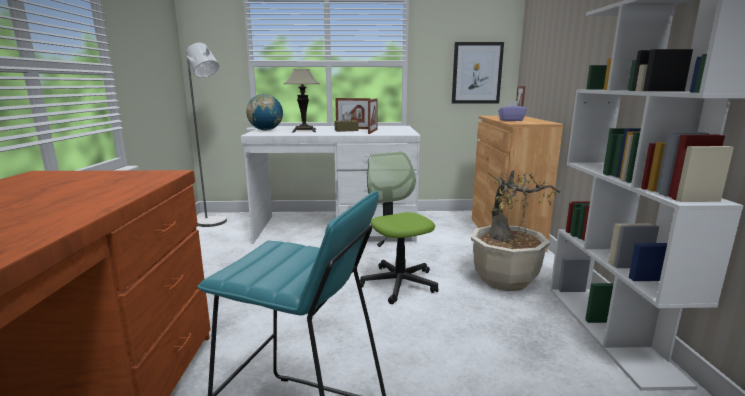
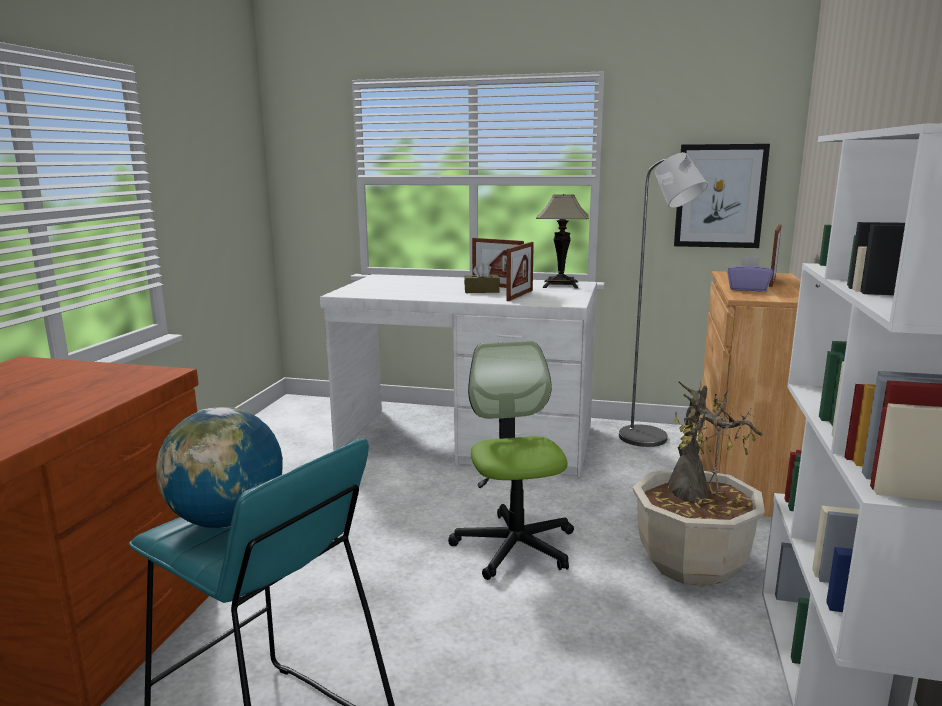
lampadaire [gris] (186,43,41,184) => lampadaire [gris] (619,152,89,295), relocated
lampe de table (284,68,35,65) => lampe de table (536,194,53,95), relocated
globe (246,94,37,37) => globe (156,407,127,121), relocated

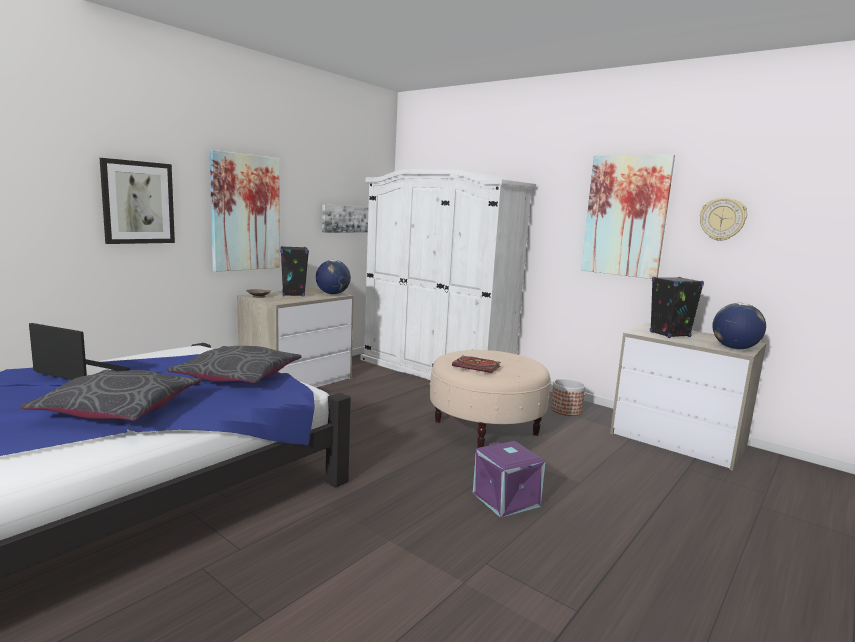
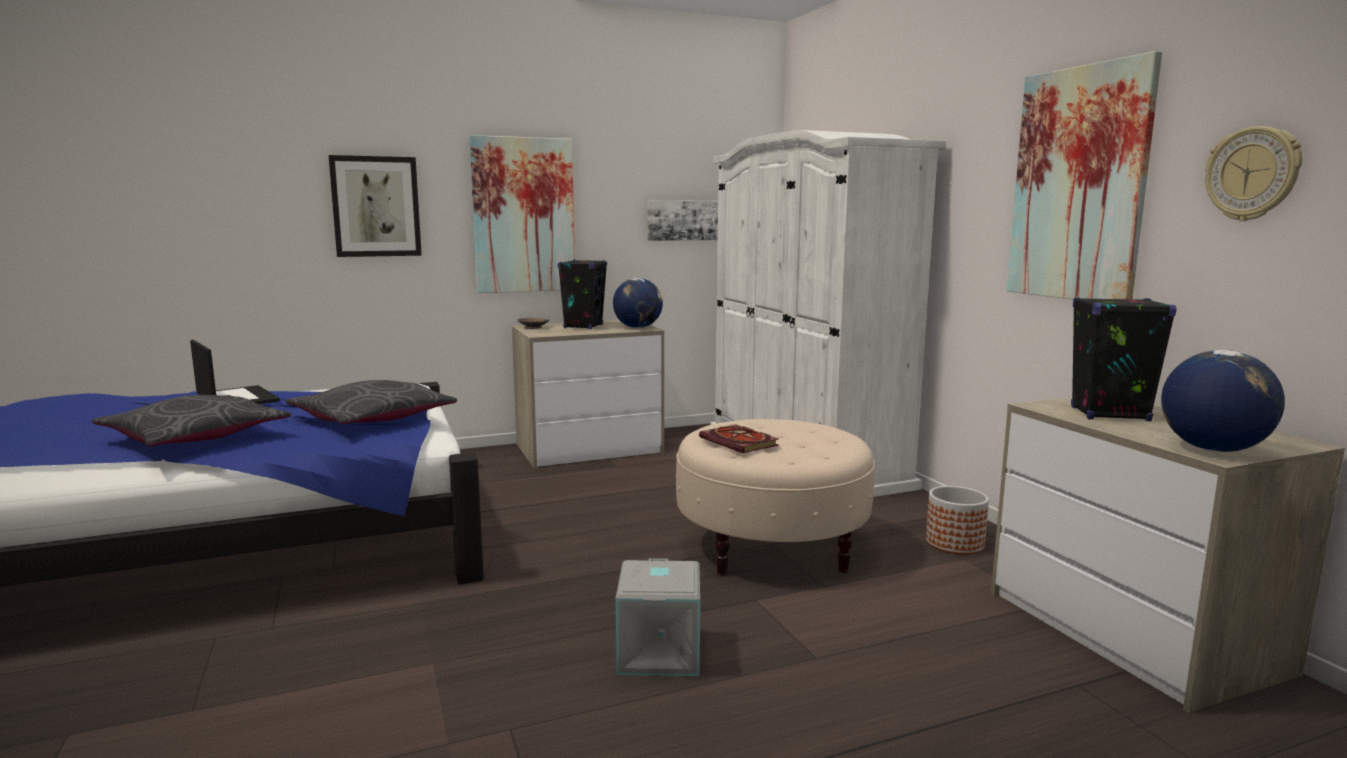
boîte de rangement [violet] (473,441,72,77) => boîte de rangement [gris] (615,558,85,118)

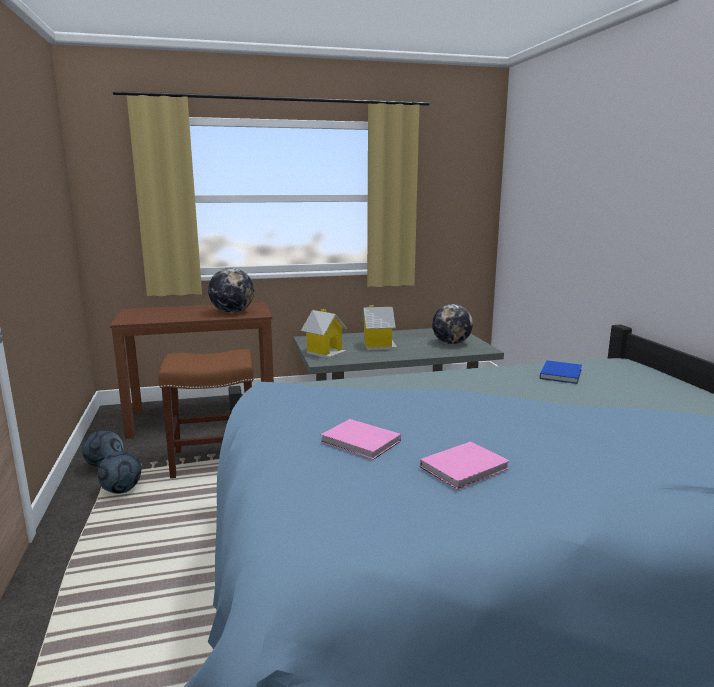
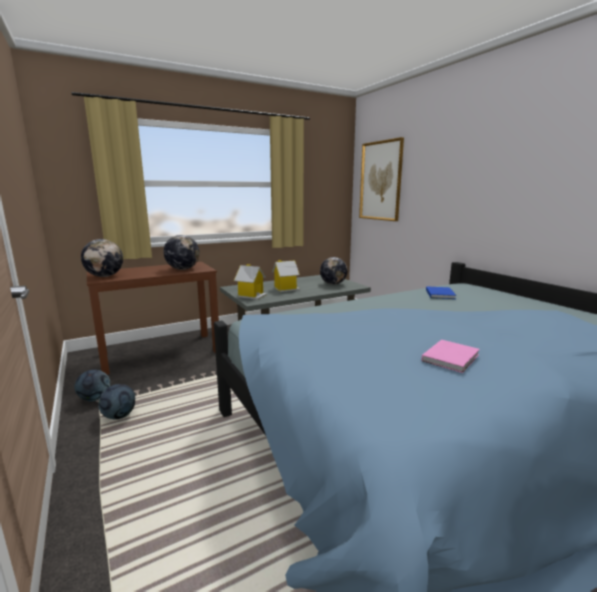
tabouret [marron] (158,349,96,129) => nothing
livre [rose] (321,419,80,41) => nothing
nothing => tableau (359,137,45,84)
nothing => globe (81,239,42,38)

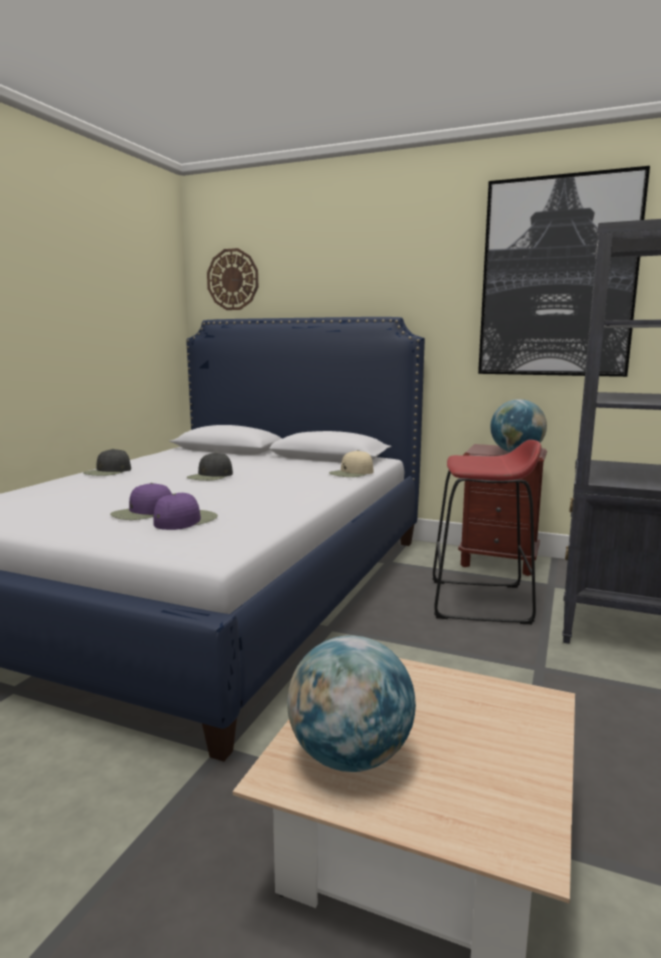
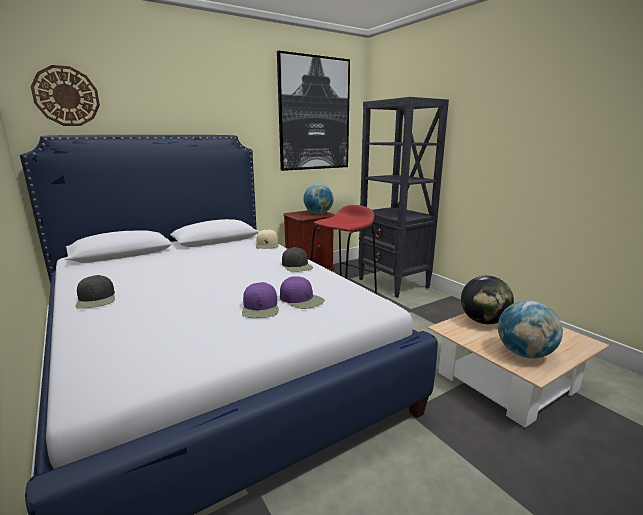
casquette [noir] (187,452,46,29) => casquette [noir] (282,247,31,25), relocated
casquette [violet] (154,493,64,37) => casquette [violet] (280,276,45,33), 150 degrees clockwise
nothing => globe (461,276,53,48)

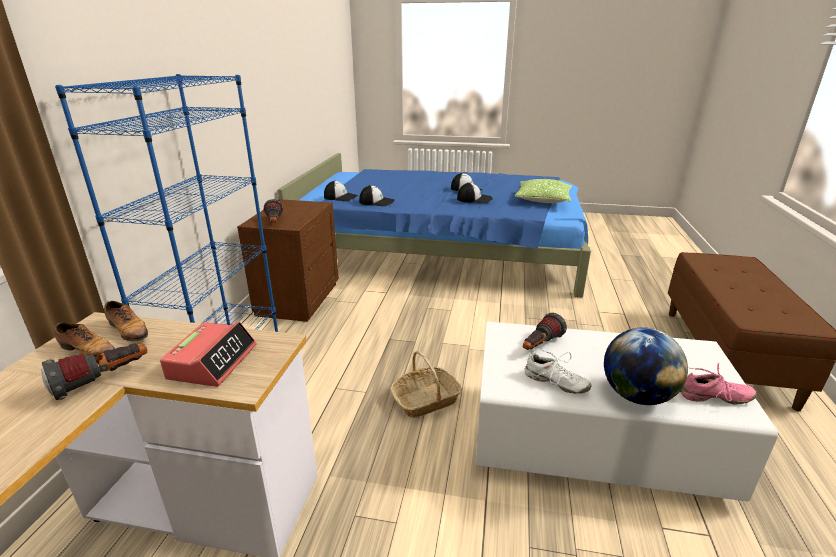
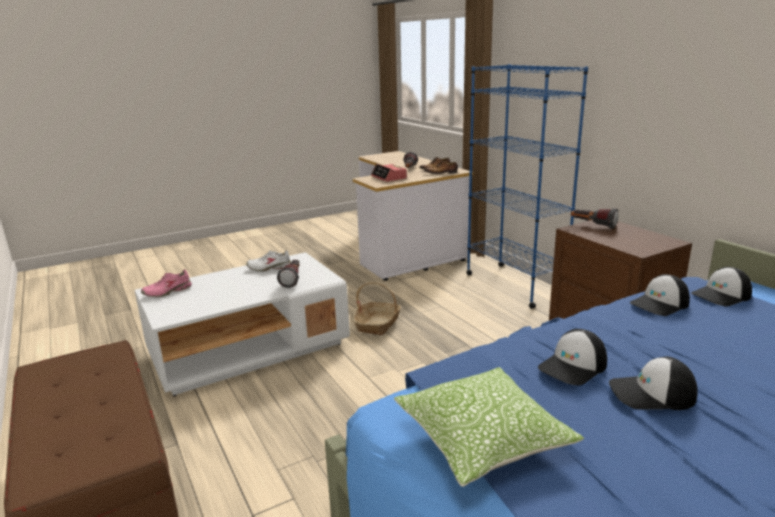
globe (604,328,84,77) => nothing

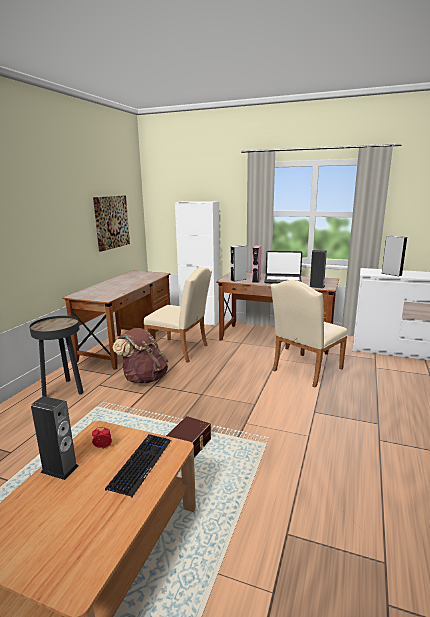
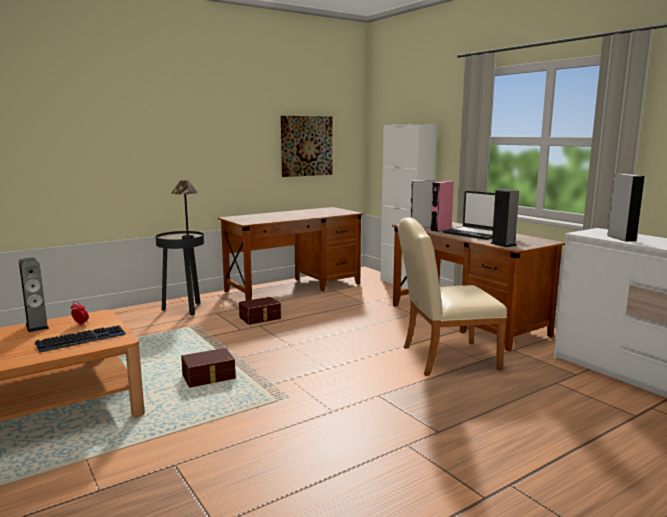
chaise [beige] (144,267,68,96) => nothing
sac à dos [marron] (113,328,55,55) => boîte de rangement [marron] (239,297,42,28)
nothing => lampe de table (171,180,28,59)

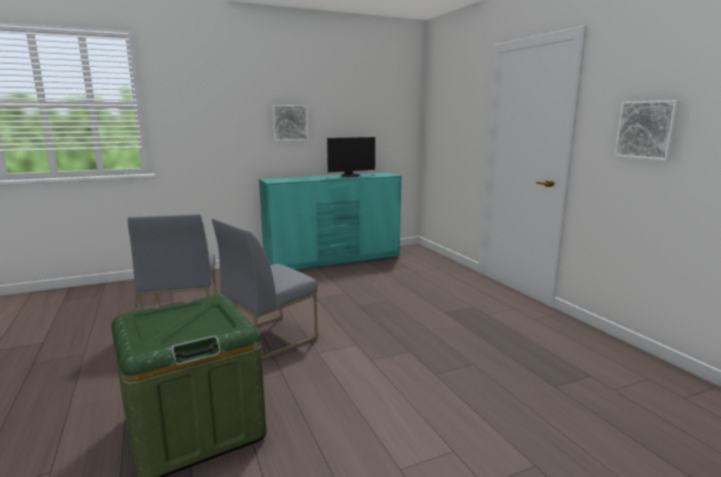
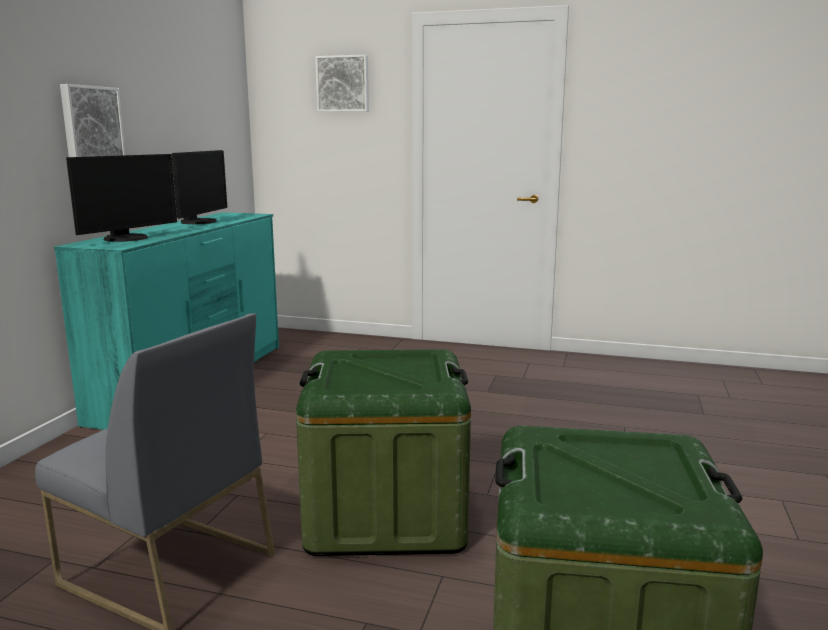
tableau (614,100,67,61) => tableau (315,55,54,57), relocated
chaise [gris] (212,218,106,142) => boîte de rangement [vert] (296,349,175,207)
nothing => écran d'ordinateur (66,154,111,88)

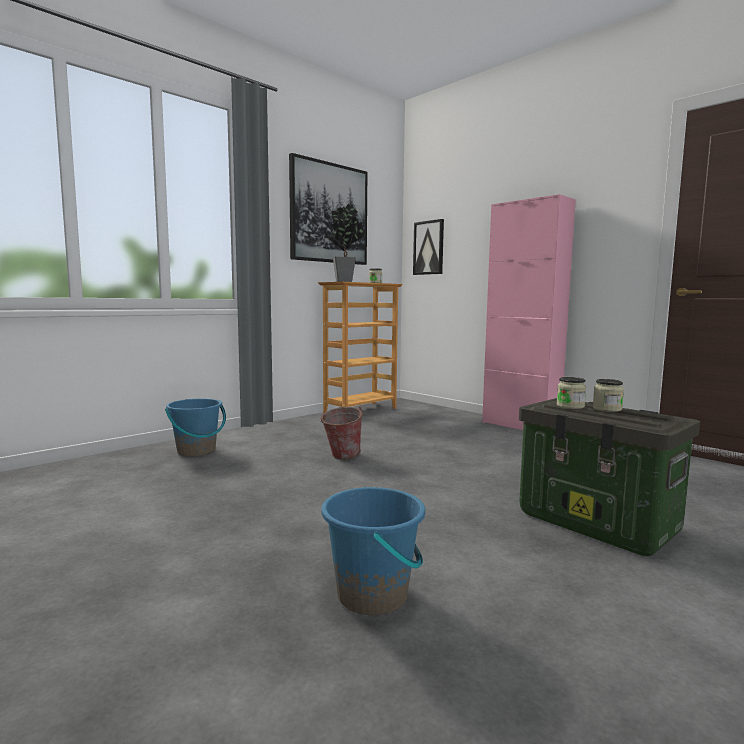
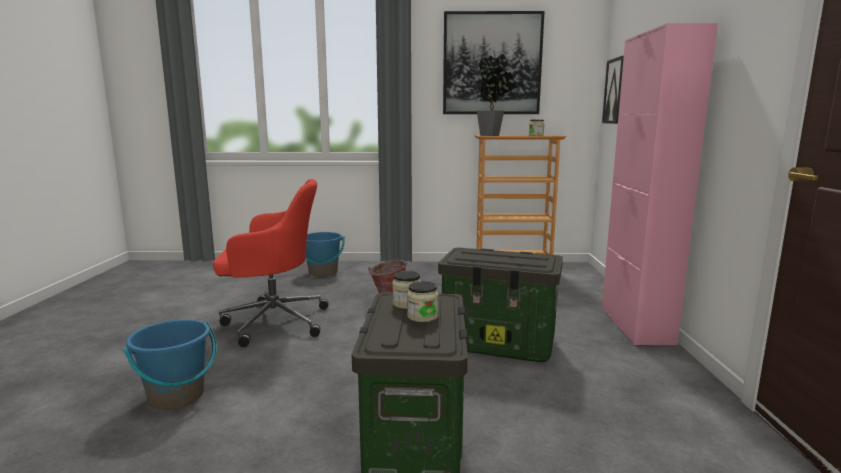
nothing => chaise de bureau [rouge] (213,179,115,168)
nothing => boîte de rangement (438,248,125,114)

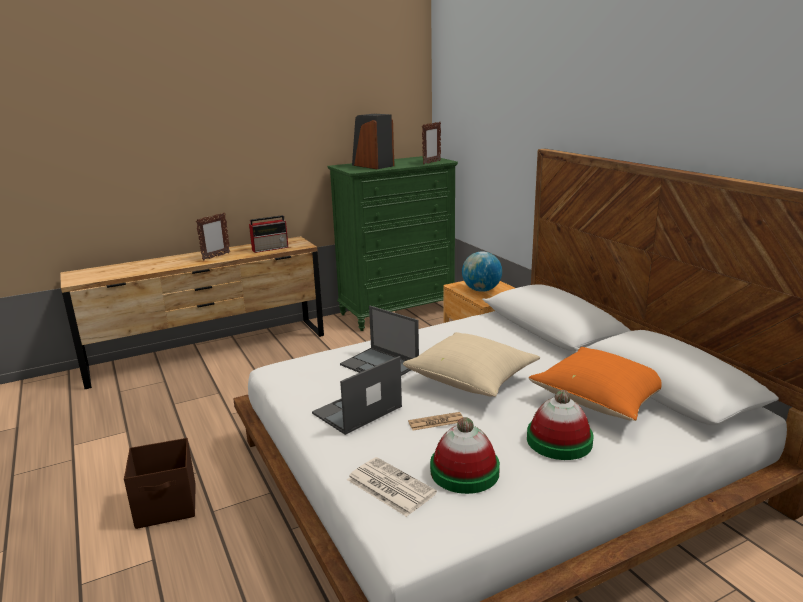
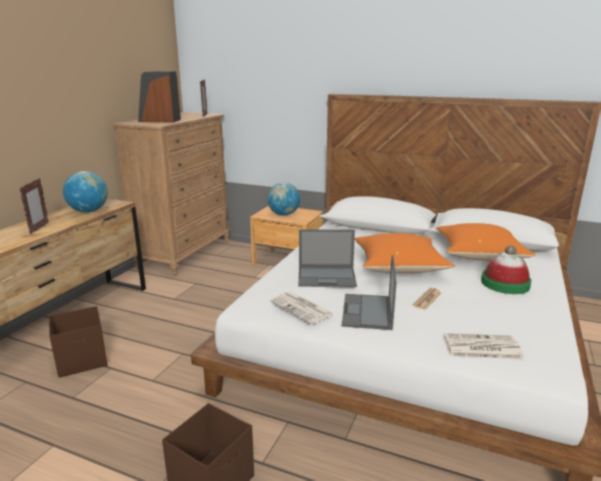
commode [vert] (328,156,130,175) => commode [marron] (113,112,116,164)
radio (249,215,39,38) => globe (63,171,45,41)
coussin [beige] (403,332,137,65) => coussin [orange] (355,233,100,41)
chapeau (430,417,70,77) => nothing
nothing => journal (270,291,63,33)
nothing => boîte de rangement [marron] (49,306,59,72)

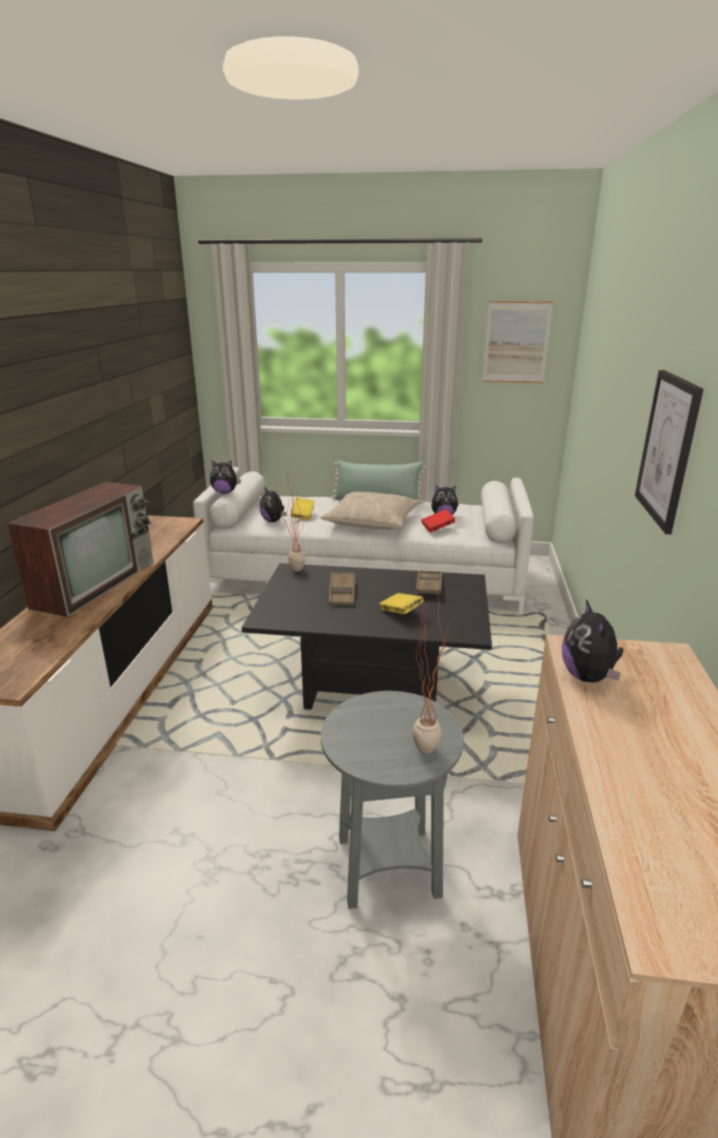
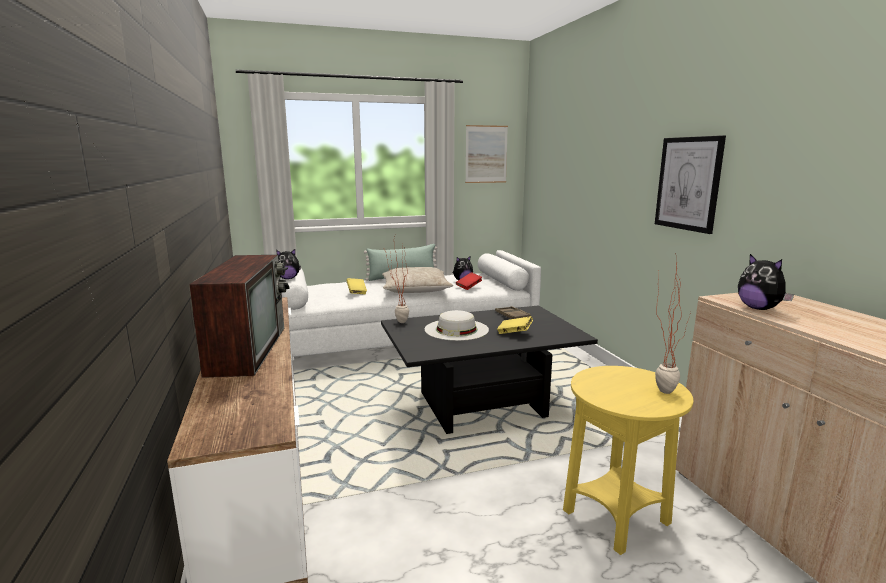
peluche (260,488,27,34) => nothing
plateau [marron] (328,572,27,34) => chapeau [blanc] (425,310,64,31)
table d'appoint [gris] (321,691,143,218) => table d'appoint [jaune] (563,366,131,189)

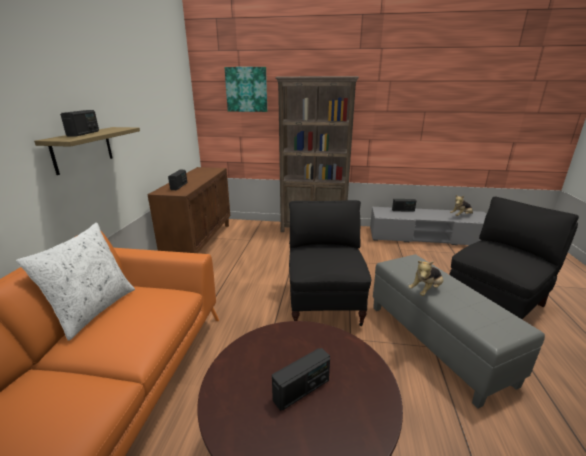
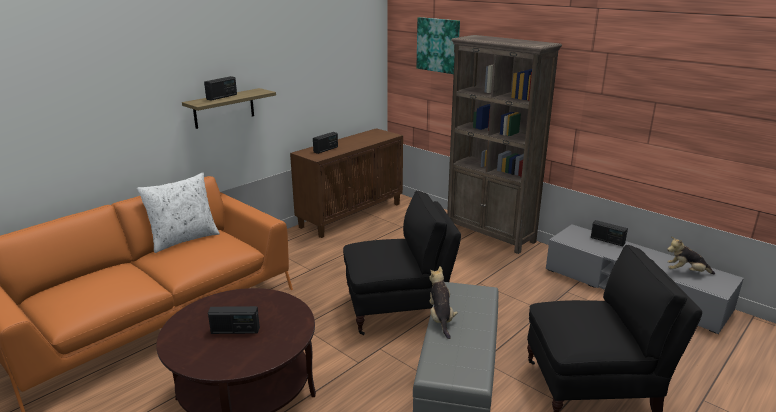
fauteuil [noir] (289,200,82,126) => fauteuil [noir] (343,191,118,144), 45 degrees clockwise
peluche (408,261,35,35) => peluche (429,266,29,73), 90 degrees clockwise

